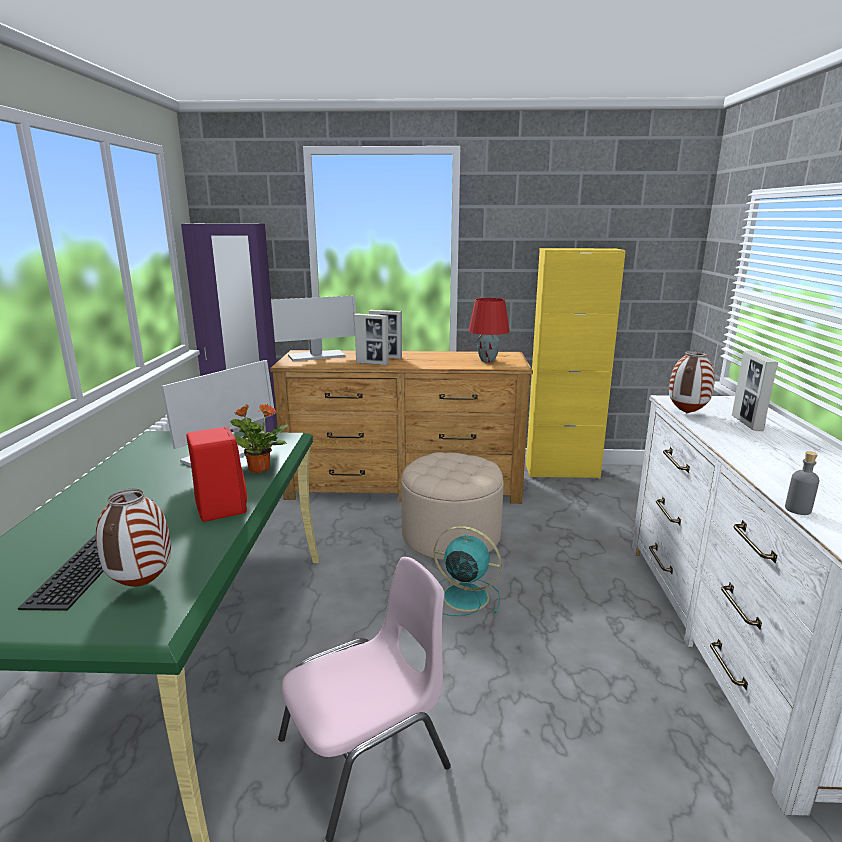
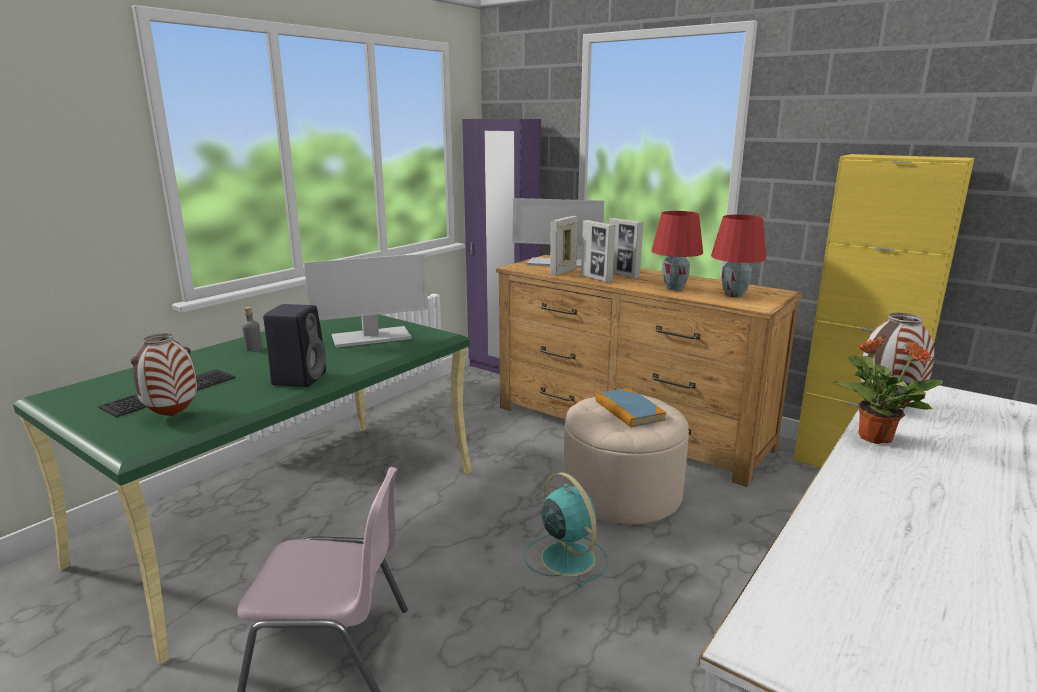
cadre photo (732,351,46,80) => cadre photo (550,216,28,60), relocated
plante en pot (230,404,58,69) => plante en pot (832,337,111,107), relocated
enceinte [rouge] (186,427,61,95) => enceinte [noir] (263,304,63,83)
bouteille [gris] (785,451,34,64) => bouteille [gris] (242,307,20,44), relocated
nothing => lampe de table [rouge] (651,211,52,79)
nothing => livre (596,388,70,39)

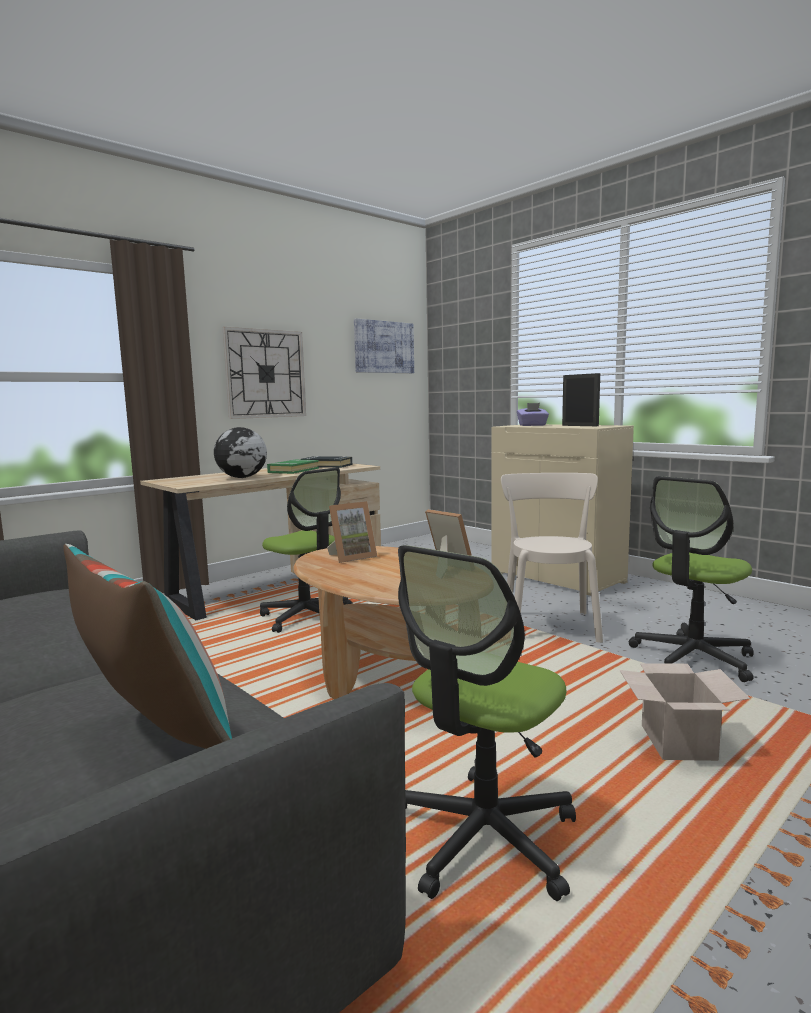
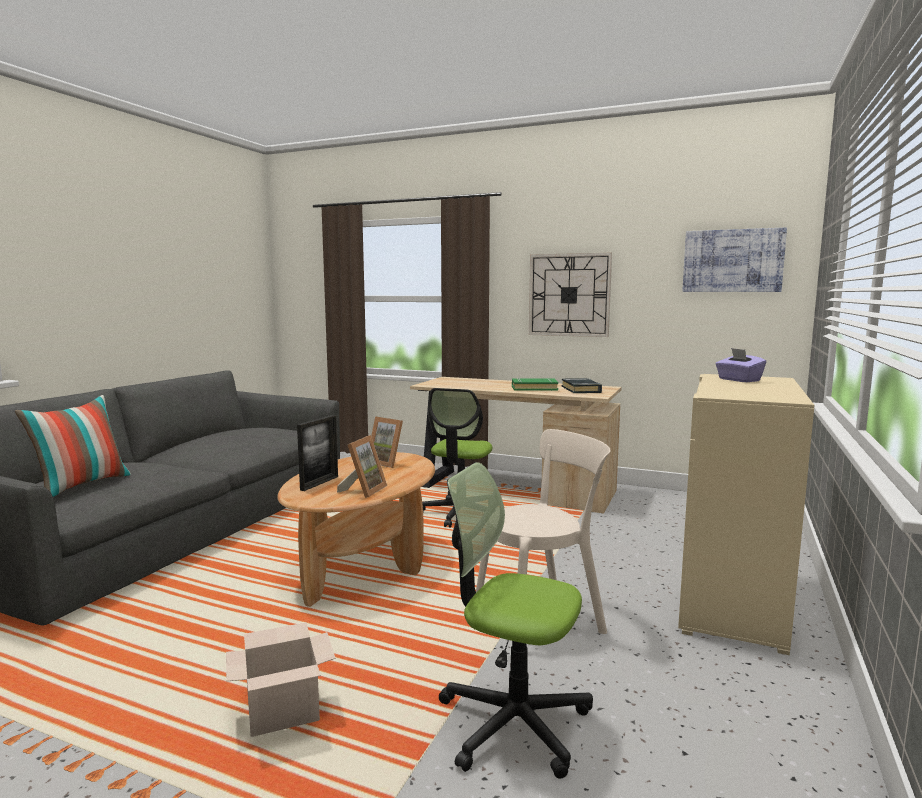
cadre photo (562,373,38,53) => cadre photo (297,415,41,76), relocated
globe (214,427,53,51) => nothing
chaise de bureau (398,545,178,356) => nothing

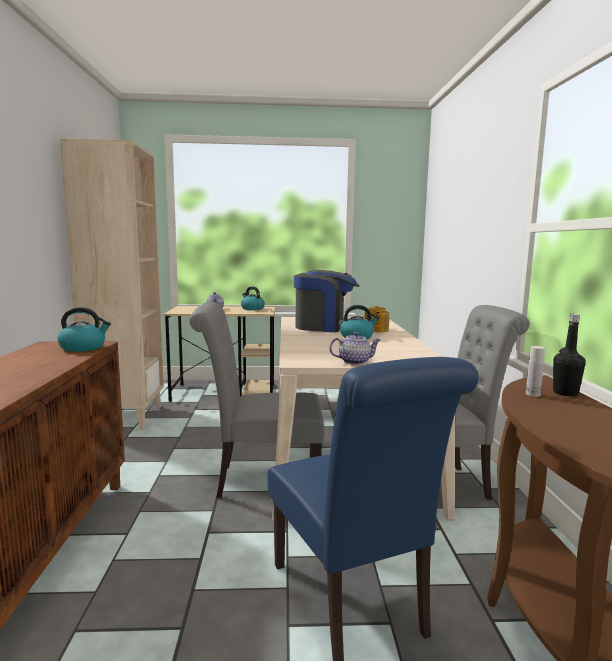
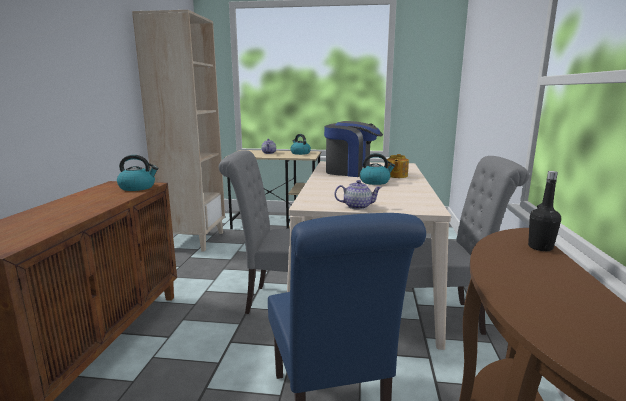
bouteille [blanc] (526,346,19,51) => nothing

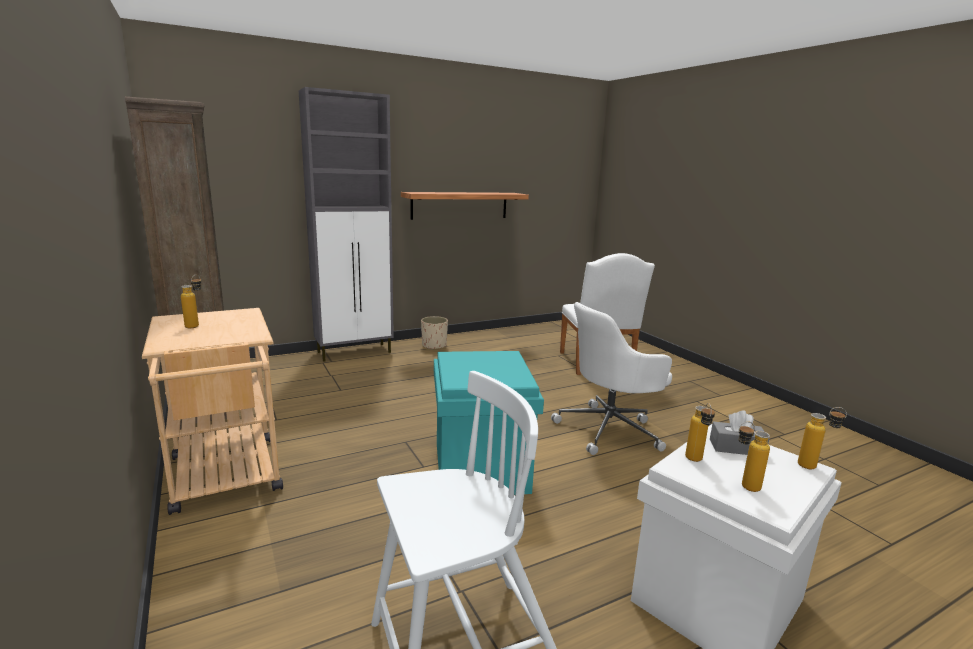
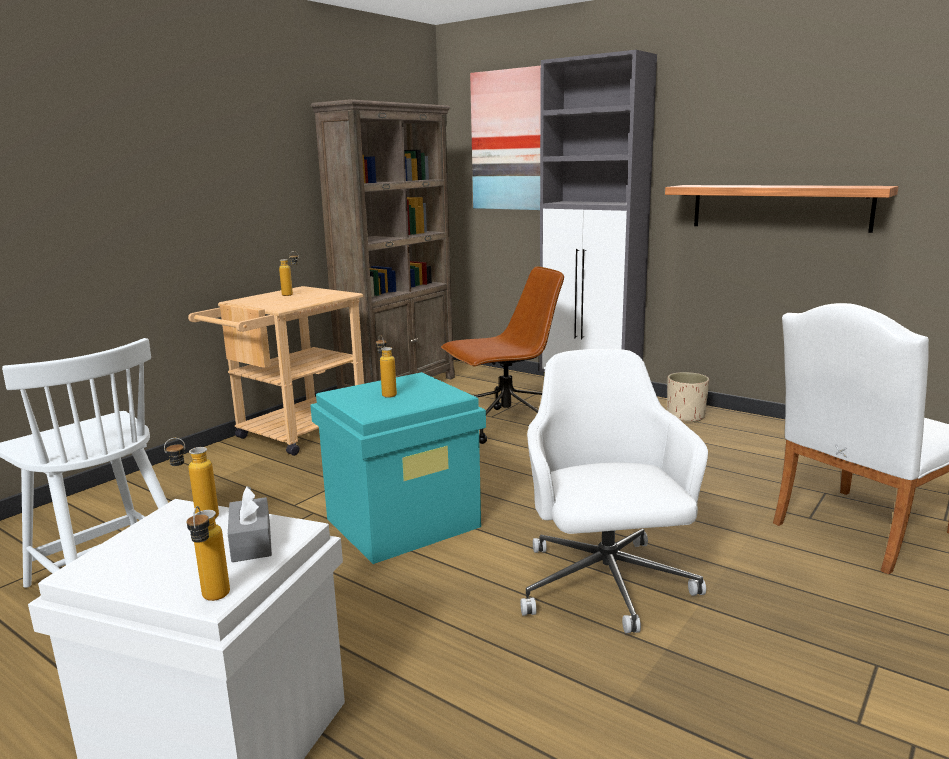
chaise de bureau [blanc] (551,302,121,153) => chaise de bureau [blanc] (520,349,188,285), 45 degrees clockwise
bouteille (739,422,31,70) => bouteille (376,335,21,63), relocated
nothing => tableau (470,66,71,144)
nothing => chaise de bureau [marron] (441,266,123,178)

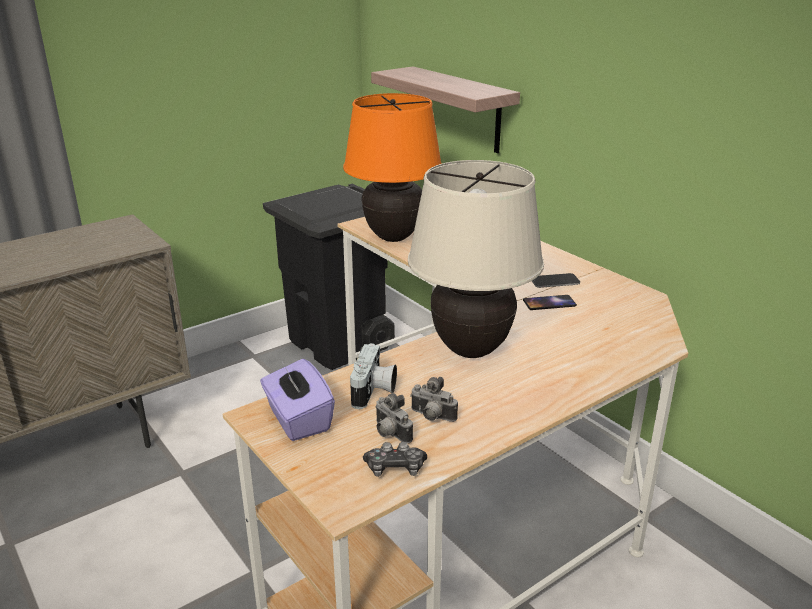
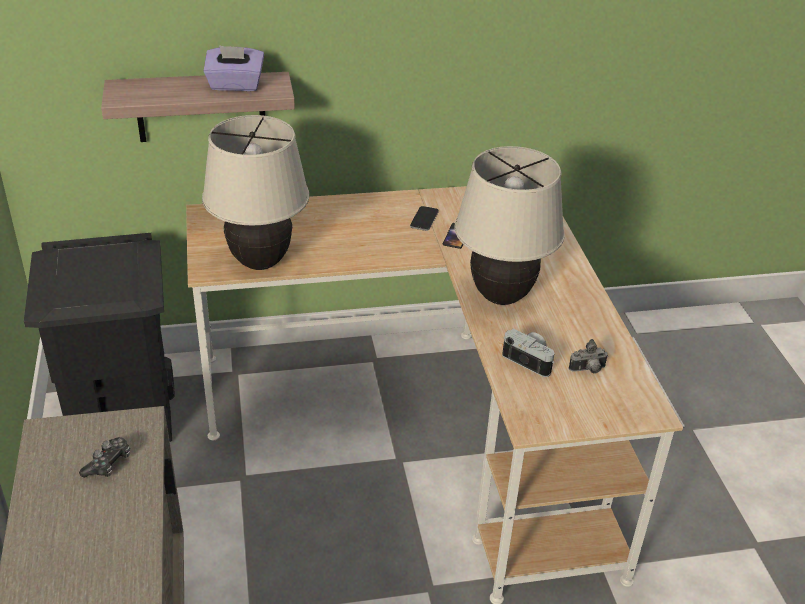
lampe de table [orange] (343,93,99,149) => lampe de table [beige] (202,115,107,155)
boîte à mouchoirs [violet] (260,359,75,82) => boîte à mouchoirs [violet] (203,45,61,46), relocated
appareil photo (410,377,48,45) => nothing
manette (363,442,64,35) => manette (79,437,51,41), relocated

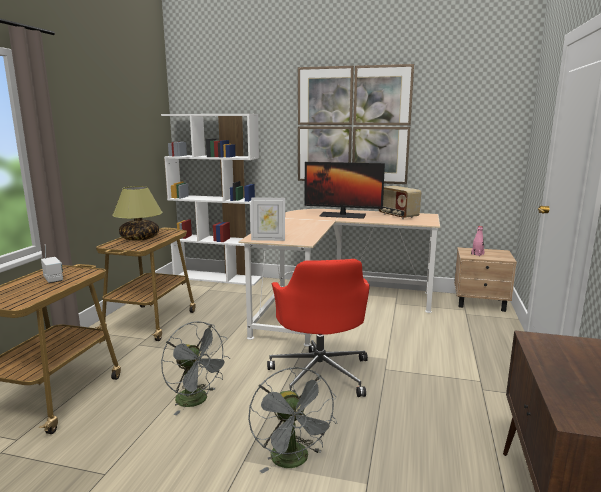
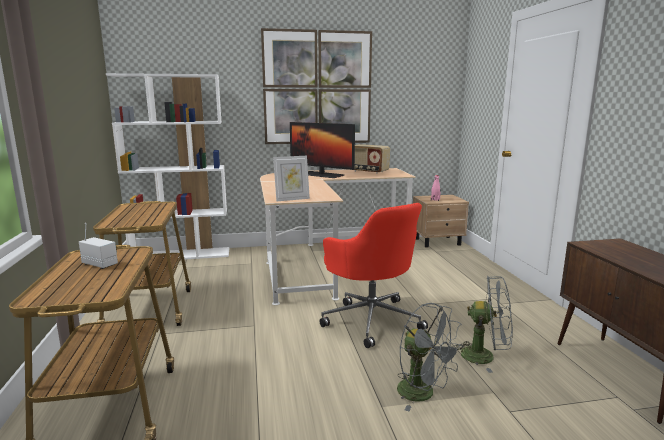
écran d'ordinateur (305,162,80,57) => écran d'ordinateur (290,122,65,56), 45 degrees clockwise
lampe de table (112,186,51,55) => nothing
ventilateur [gris] (161,321,69,94) => ventilateur [gris] (455,276,58,97), relocated

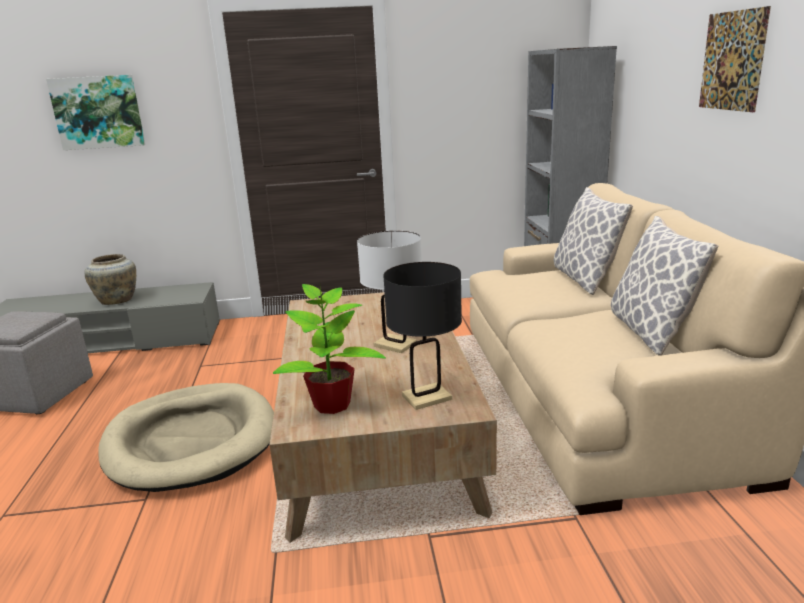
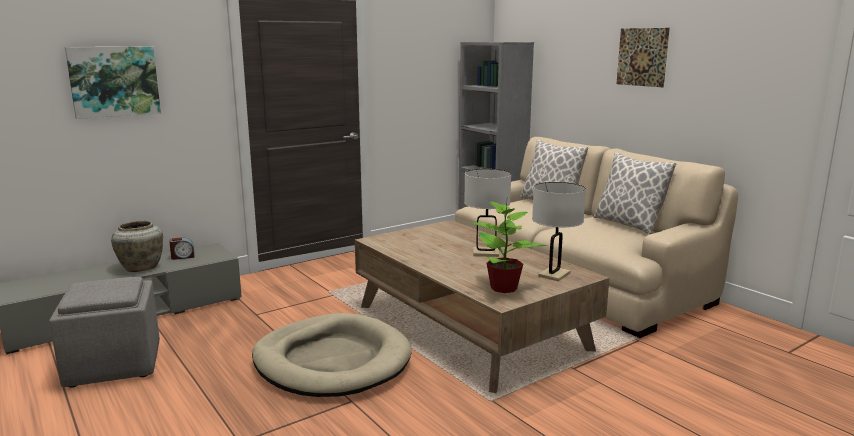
lampe de table [noir] (383,262,79,148) => lampe de table [blanc] (532,182,54,99)
nothing => réveil (169,238,26,22)

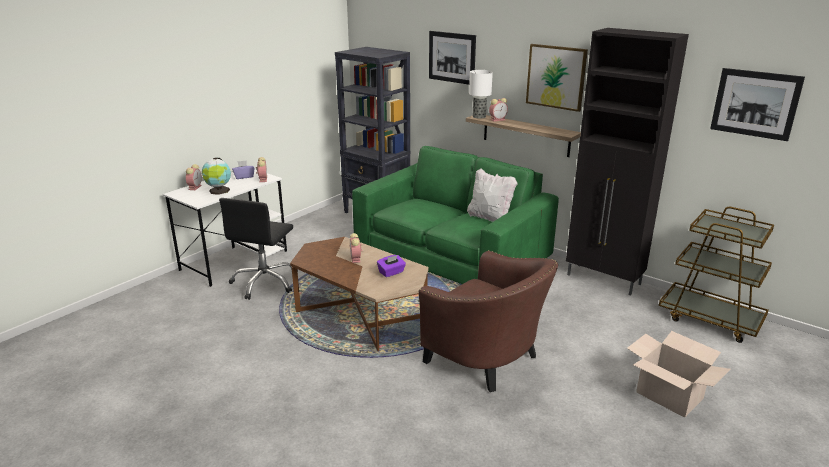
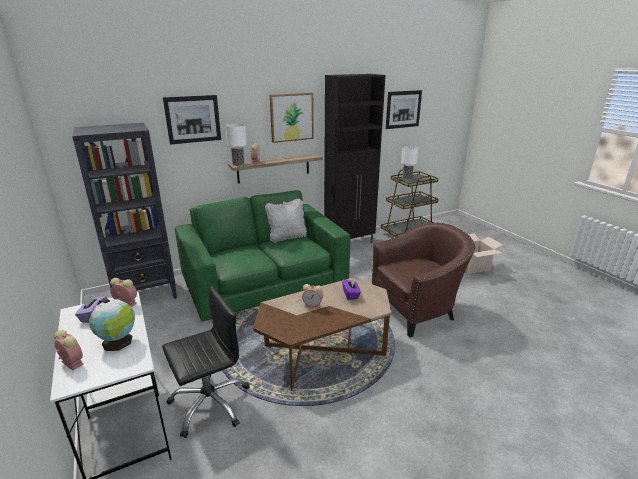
chaise de bureau [noir] (219,198,79,102) => chaise de bureau [noir] (162,286,88,152), 75 degrees counterclockwise
nothing => lampe de table (401,146,17,34)

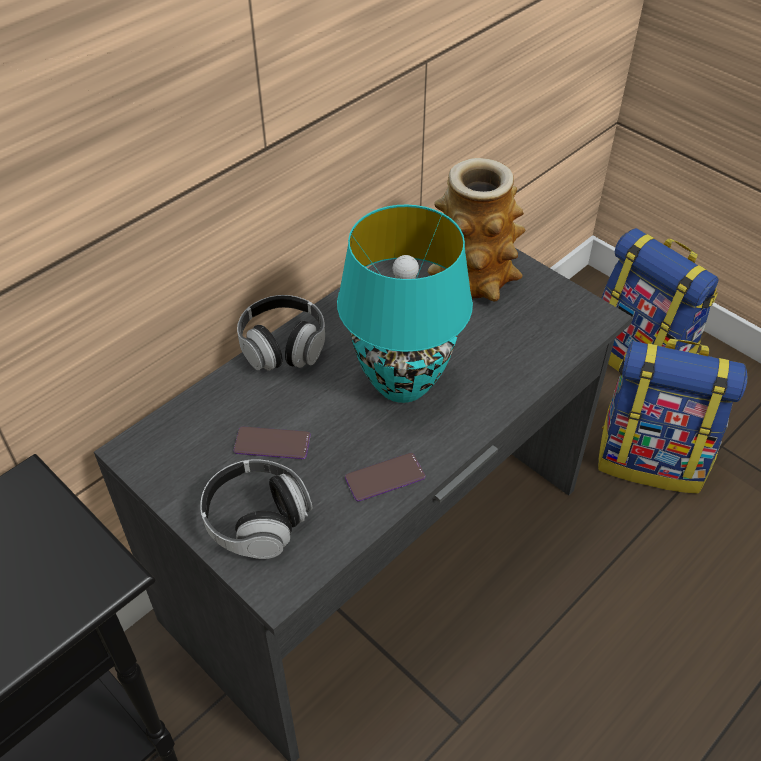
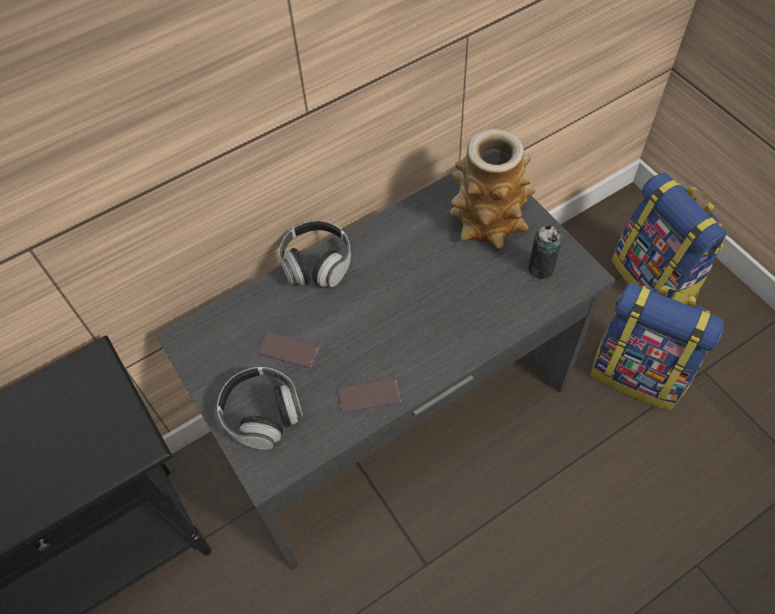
lampe de table [turquoise] (337,205,136,198) => nothing
nothing => boîte métallique (528,225,34,54)

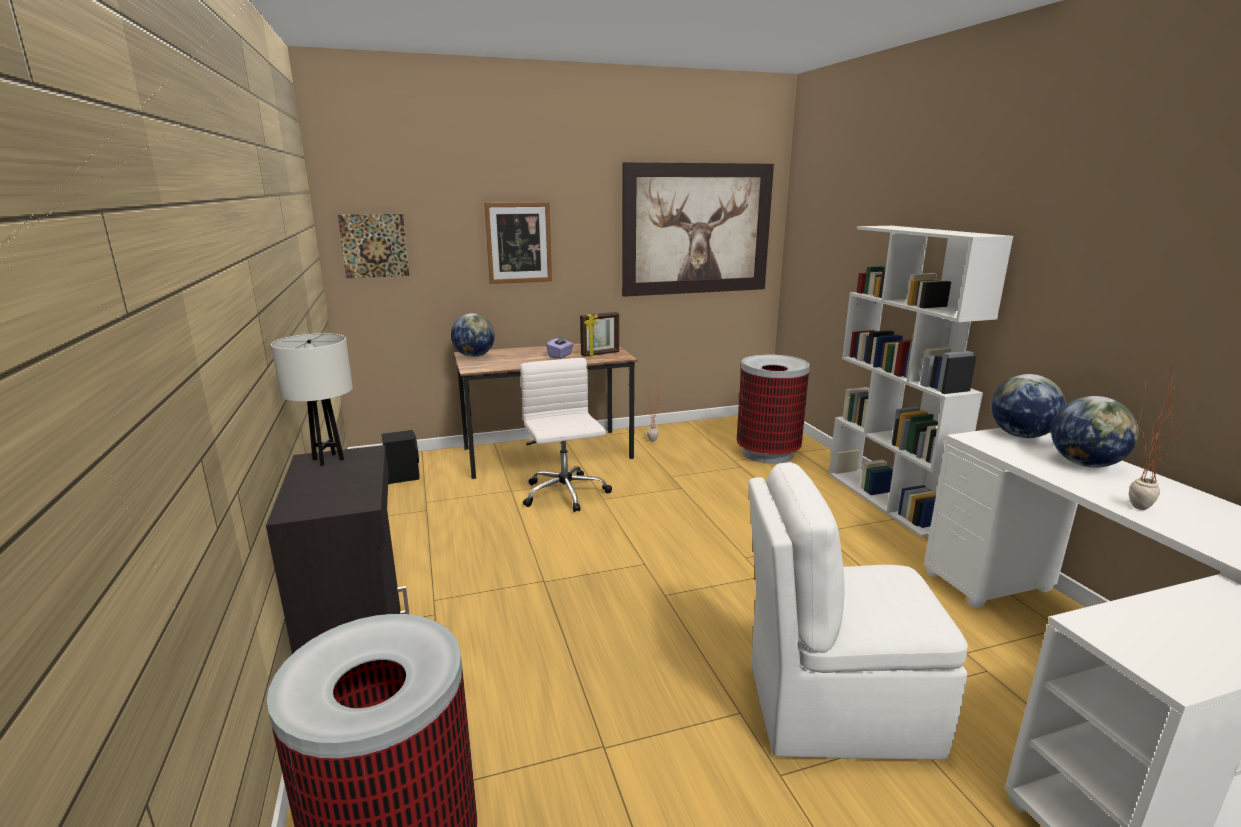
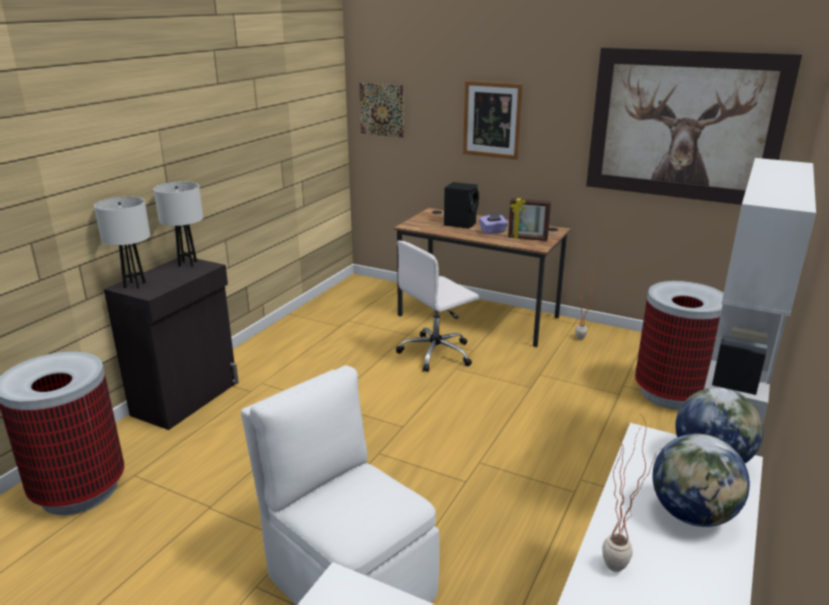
globe (451,314,44,43) => nothing
chaise de bureau [blanc] (520,358,92,154) => chaise de bureau [blanc] (396,240,83,132), 150 degrees counterclockwise
enceinte [noir] (381,430,39,54) => enceinte [noir] (444,182,35,47), relocated
nothing => lampe de table [blanc] (94,197,56,92)

